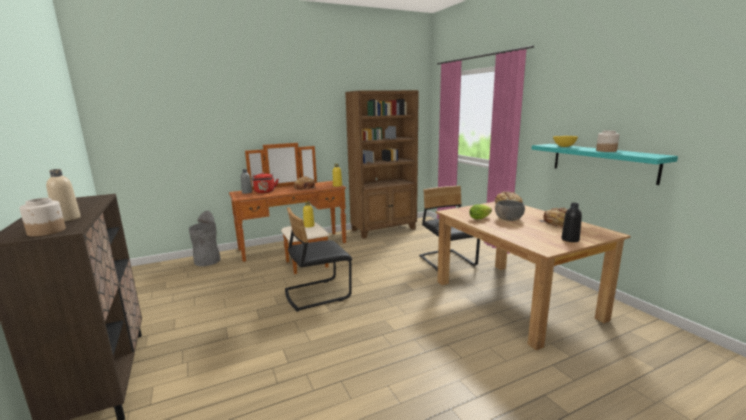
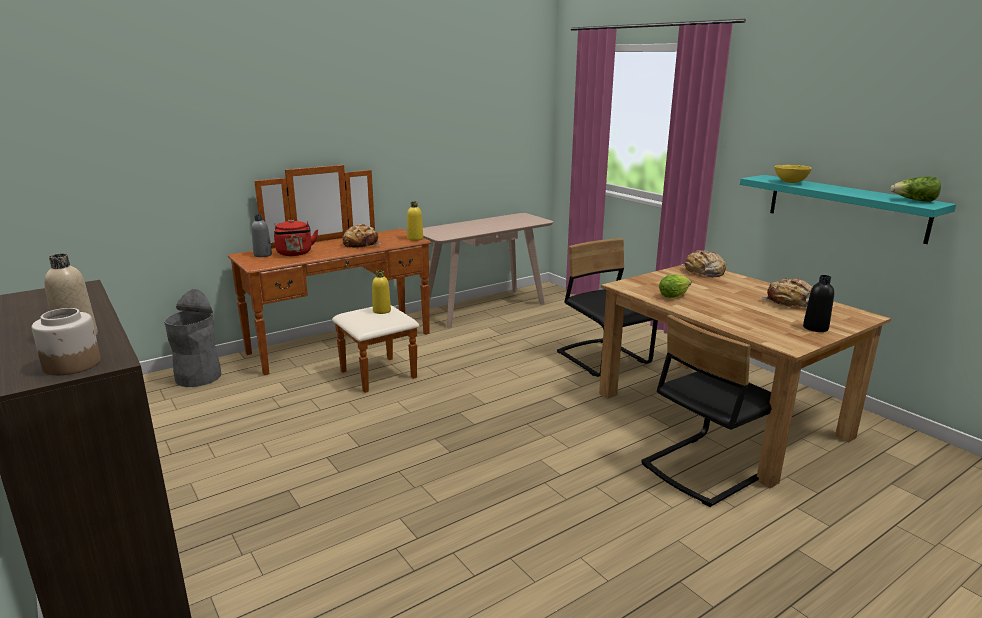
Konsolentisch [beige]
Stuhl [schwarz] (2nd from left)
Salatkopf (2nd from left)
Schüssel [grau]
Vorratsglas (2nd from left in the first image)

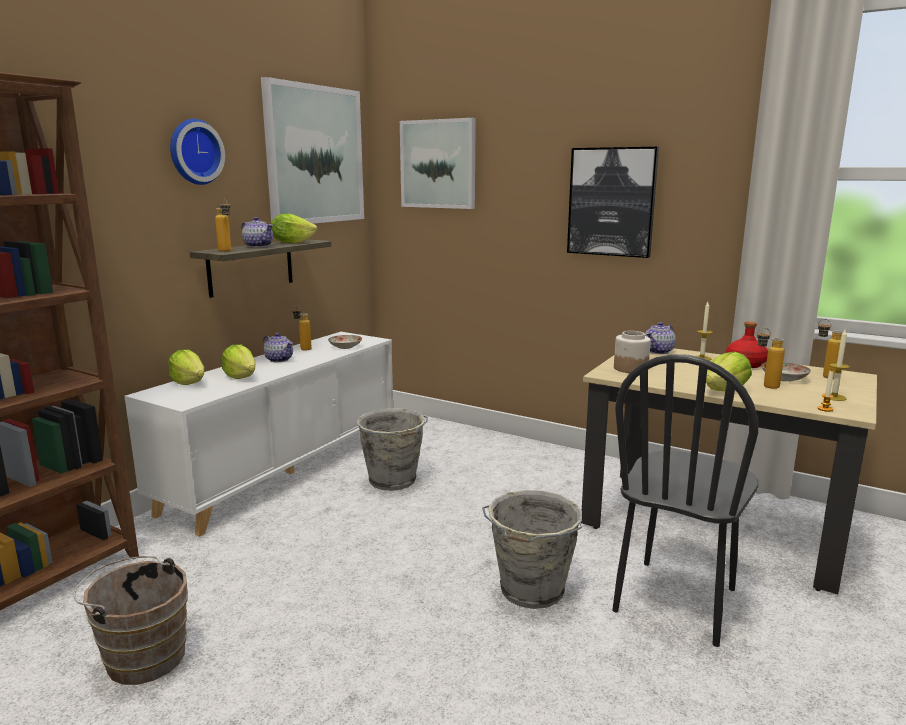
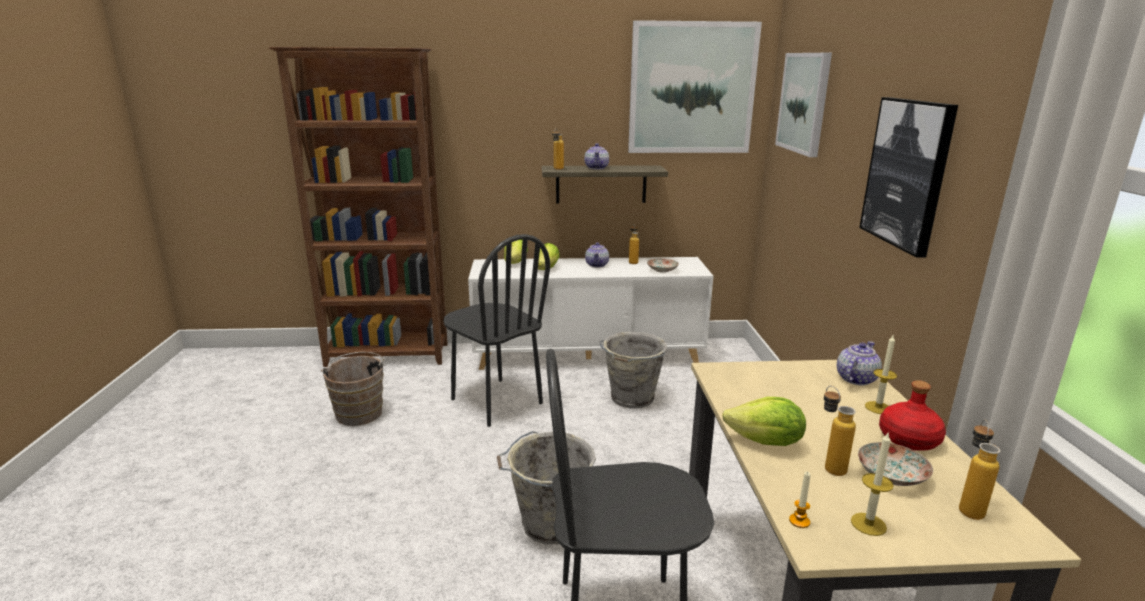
Stuhl [schwarz] (1st from left)
Teekanne (3rd from left)
Wanduhr
Salatkopf (3rd from left in the first image)
Vorratsglas

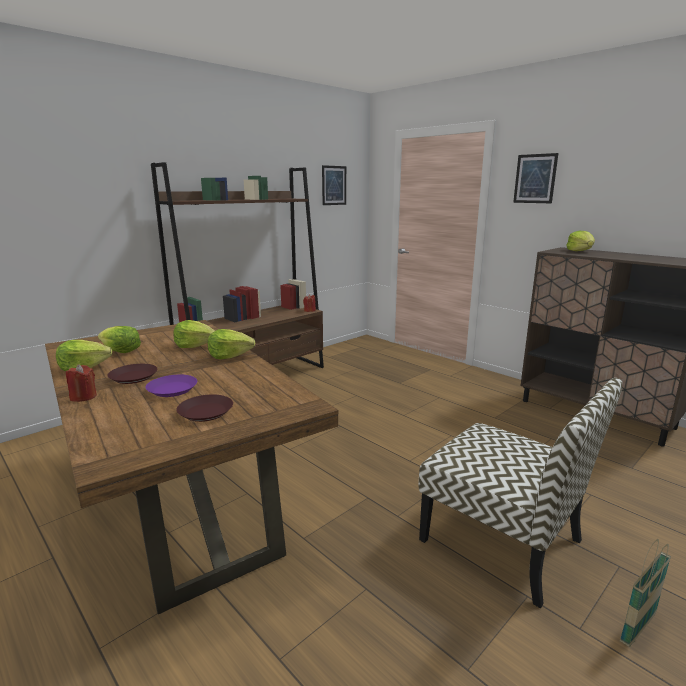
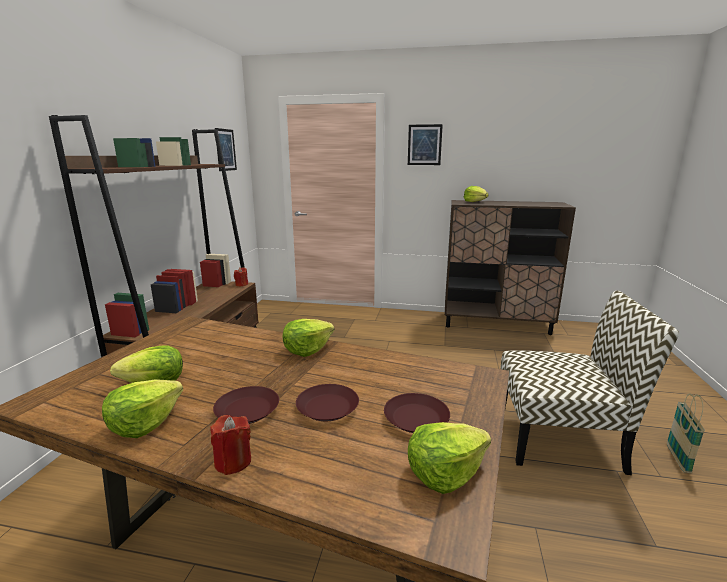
Teller [braun] (2nd from left)
Salatkopf (4th from left)

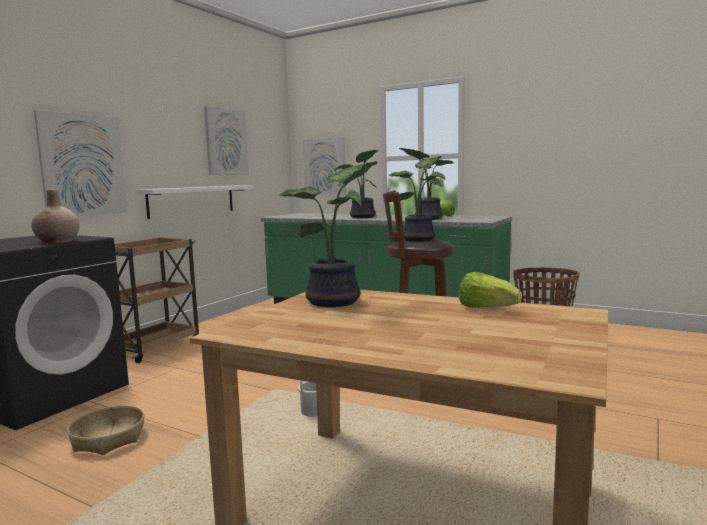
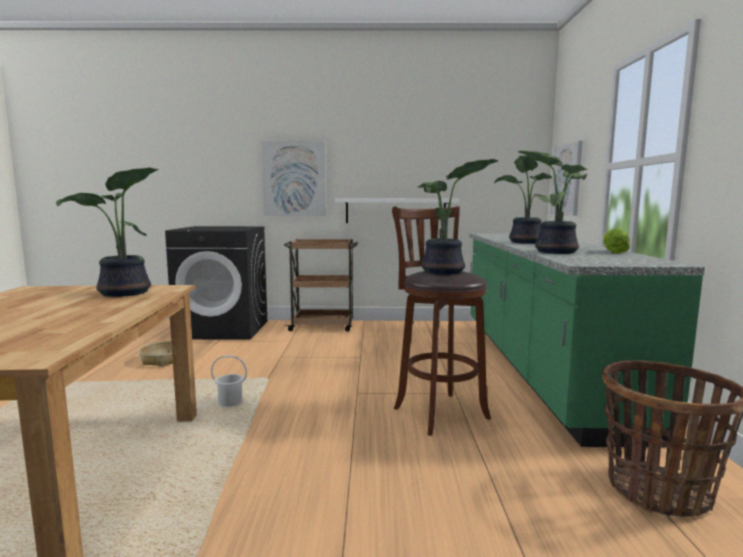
Vase [beige]
Bild (2nd from left in the first image)
Salatkopf (2nd from left in the first image)

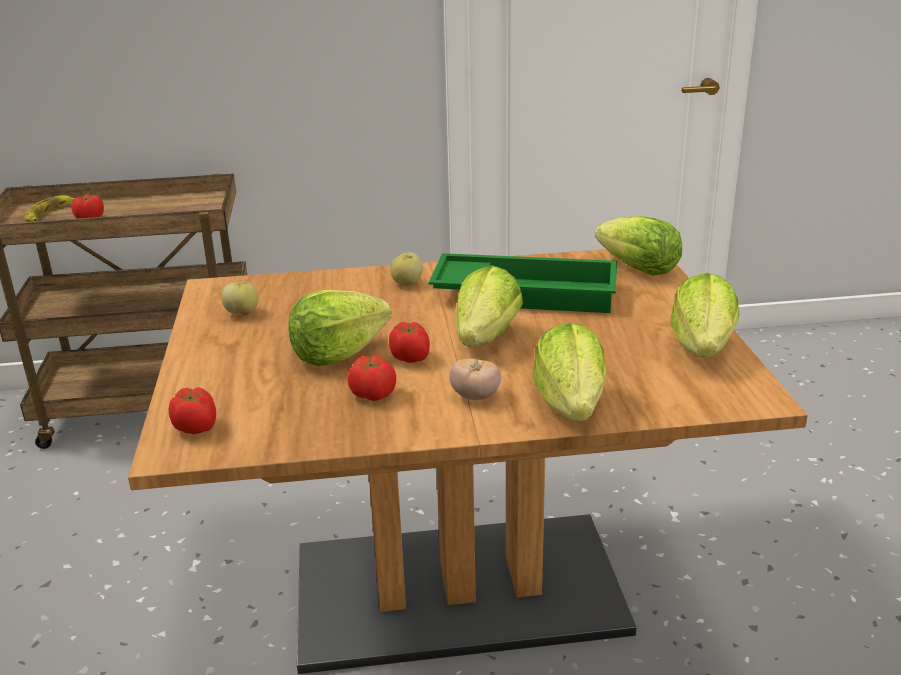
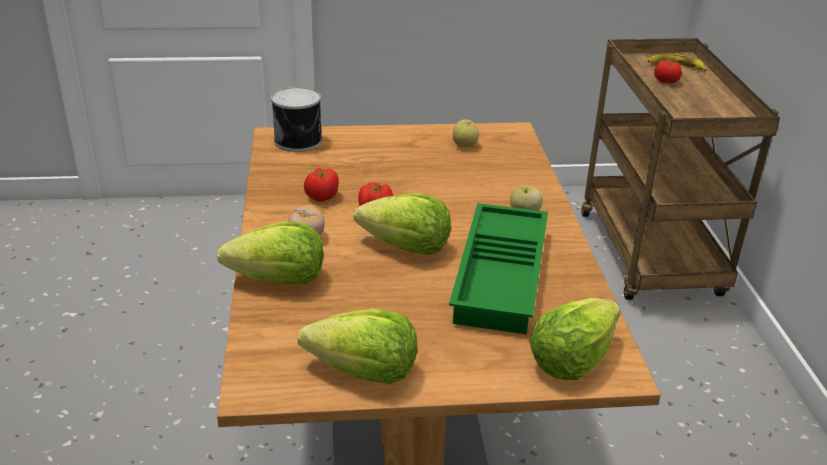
Dose
Salatkopf (1st from left in the first image)

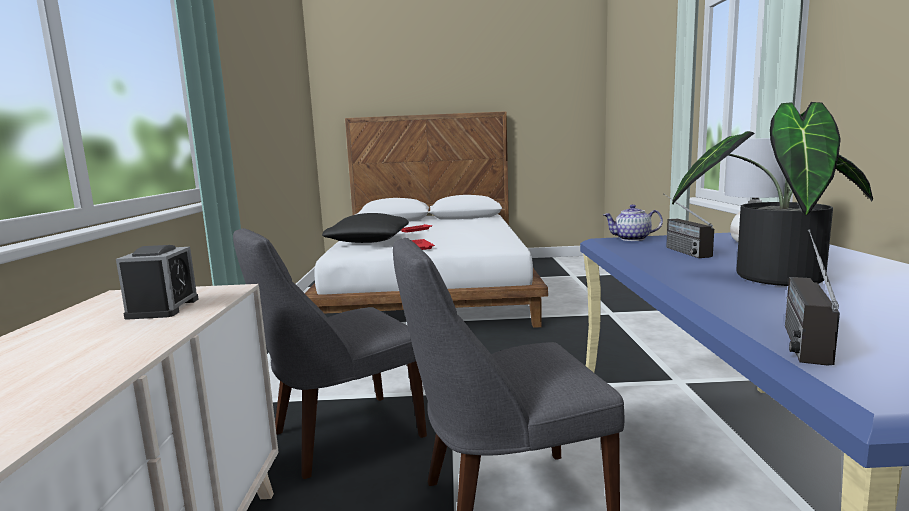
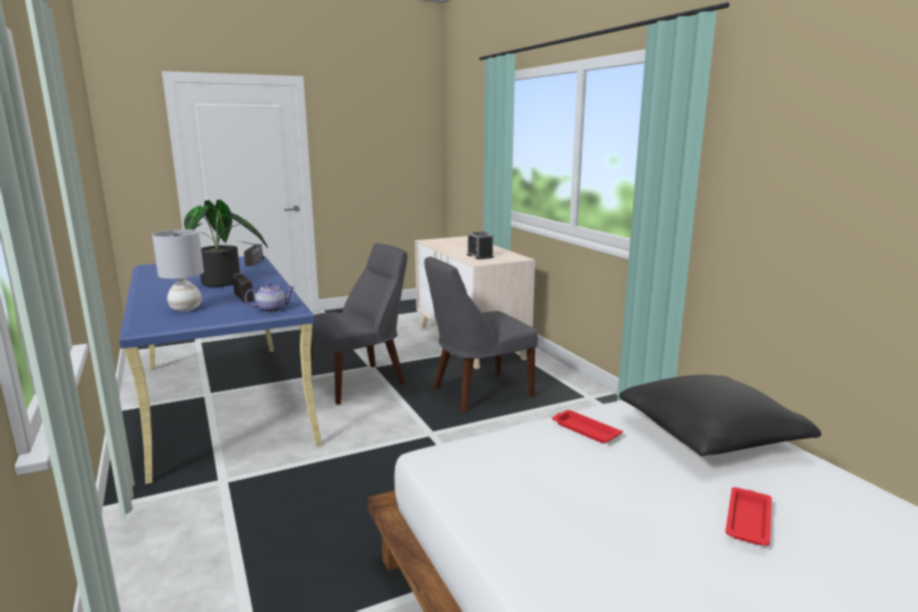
Stuhl [grau] (2nd from left)

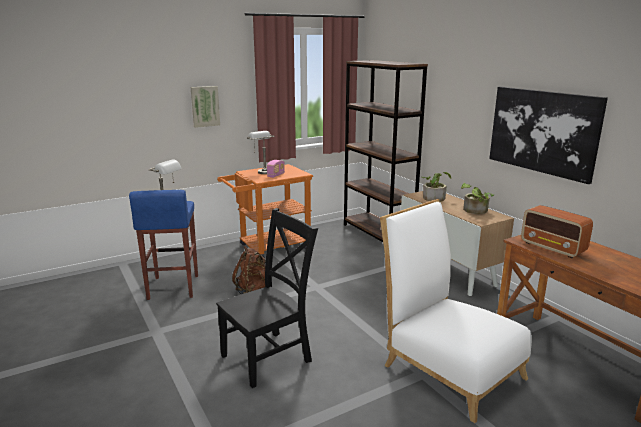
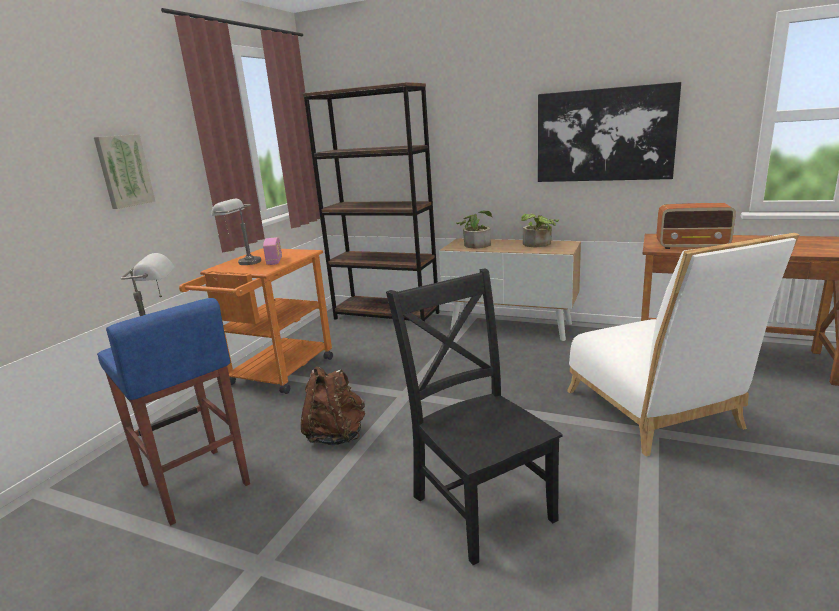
Stuhl [schwarz]
Stuhl [weiß]

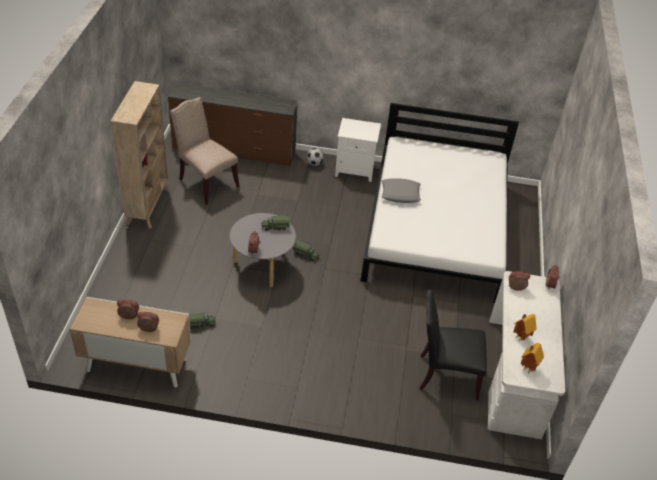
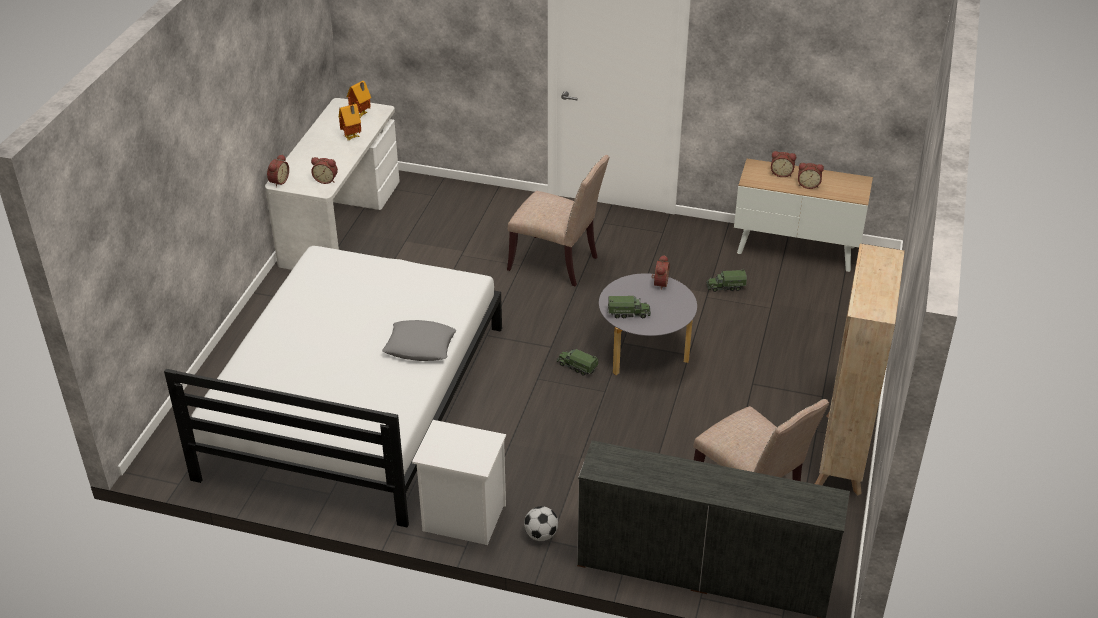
Stuhl [beige] (1st from left)
Stuhl [schwarz]

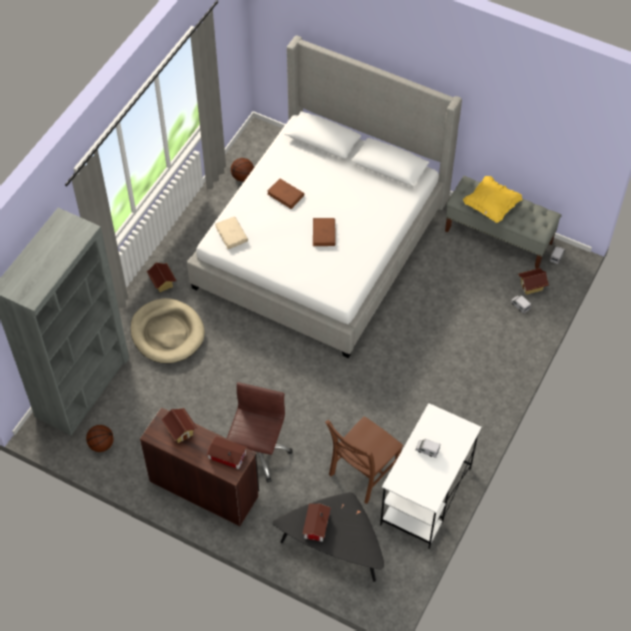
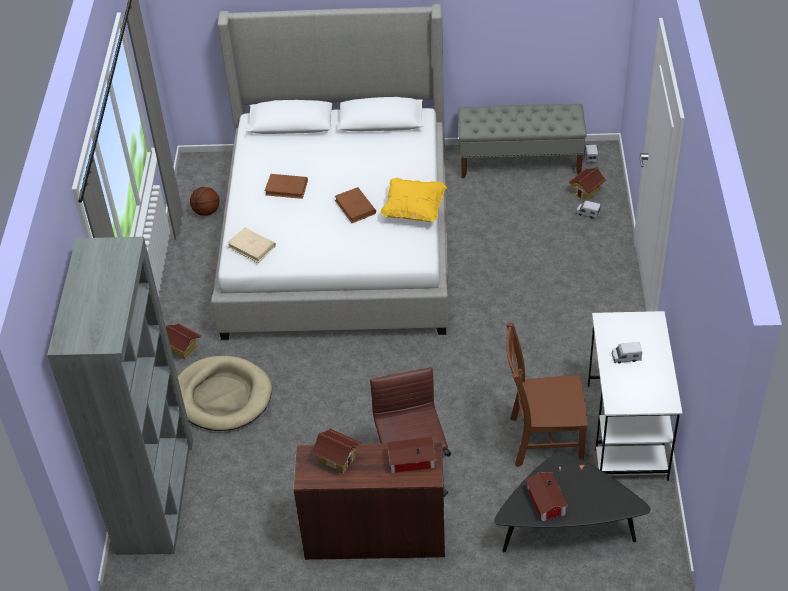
Kissen [gelb]
Stuhl [braun]
Basketball (1st from left in the first image)

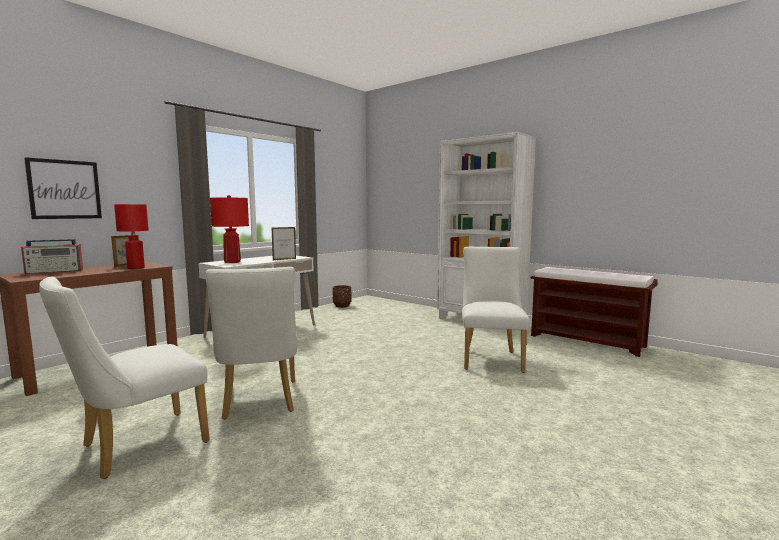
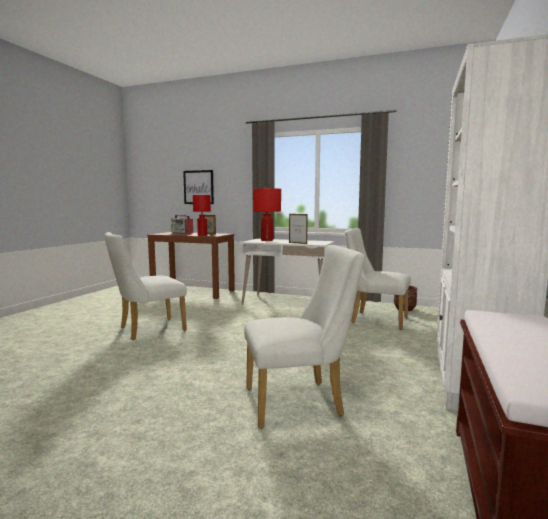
Stuhl [weiß] (3rd from left)

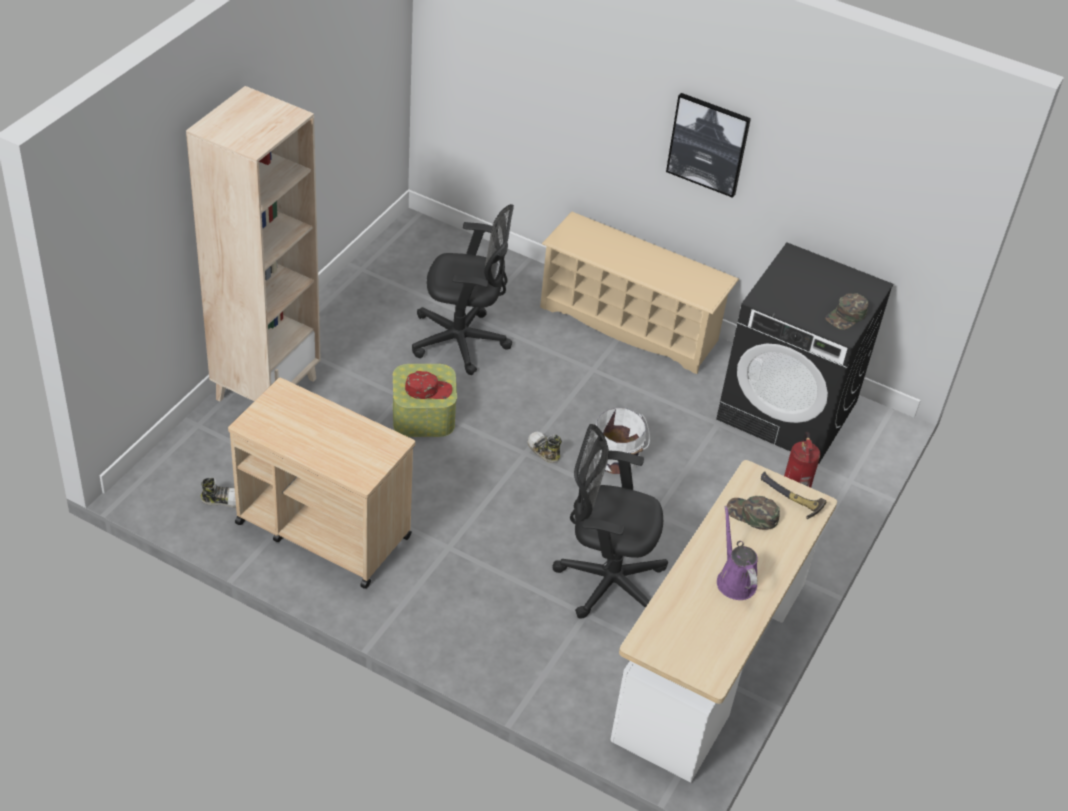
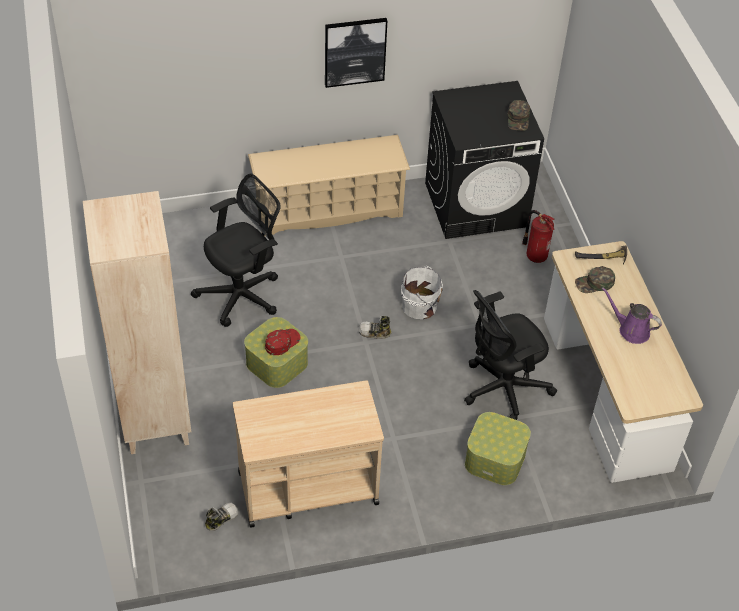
Aufbewahrungsbox (2nd from left)

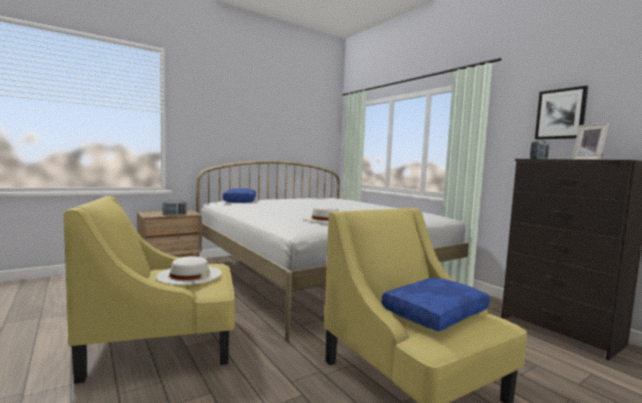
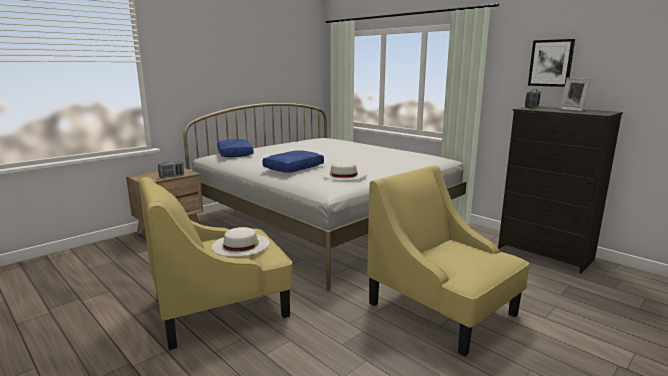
Kissen [blau] (2nd from left)

